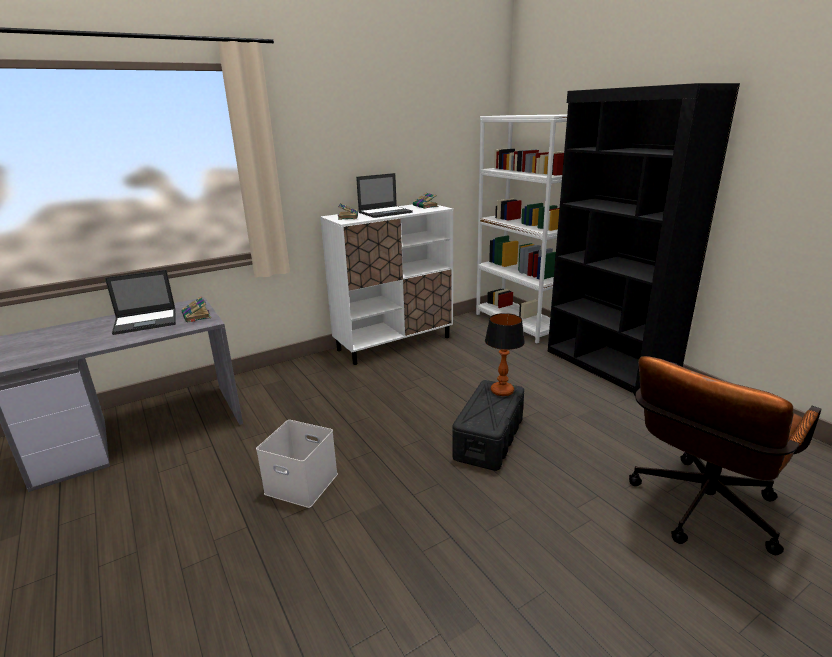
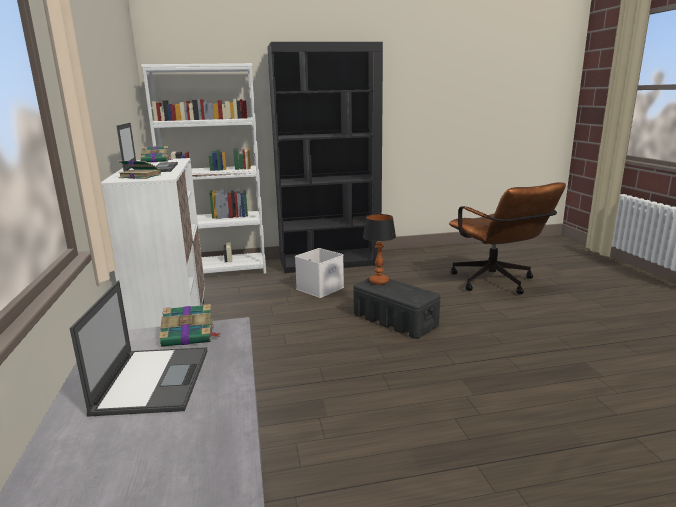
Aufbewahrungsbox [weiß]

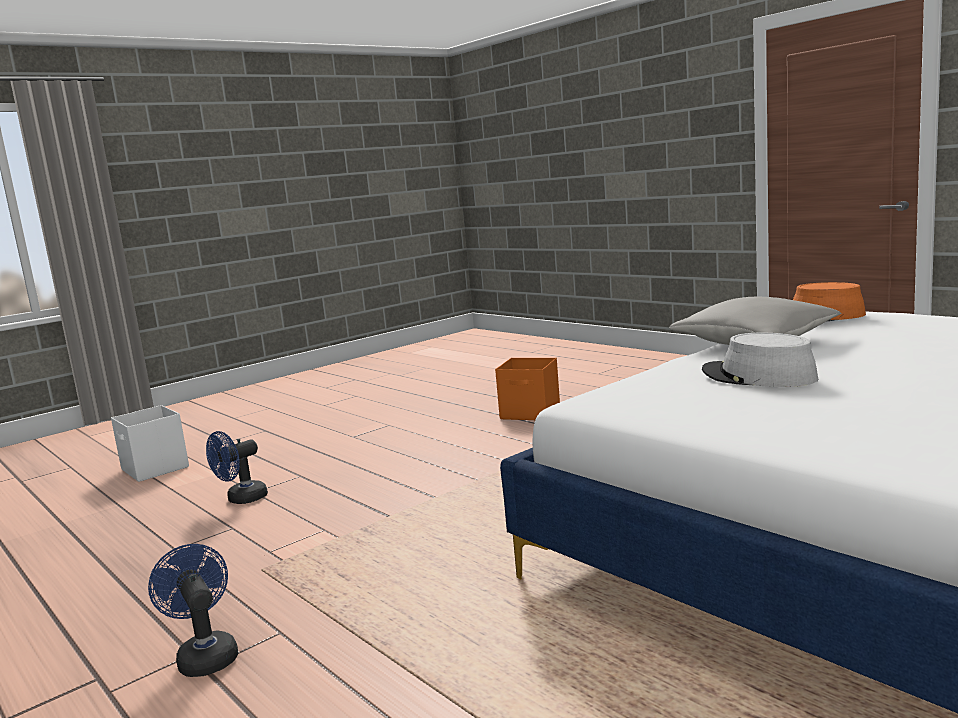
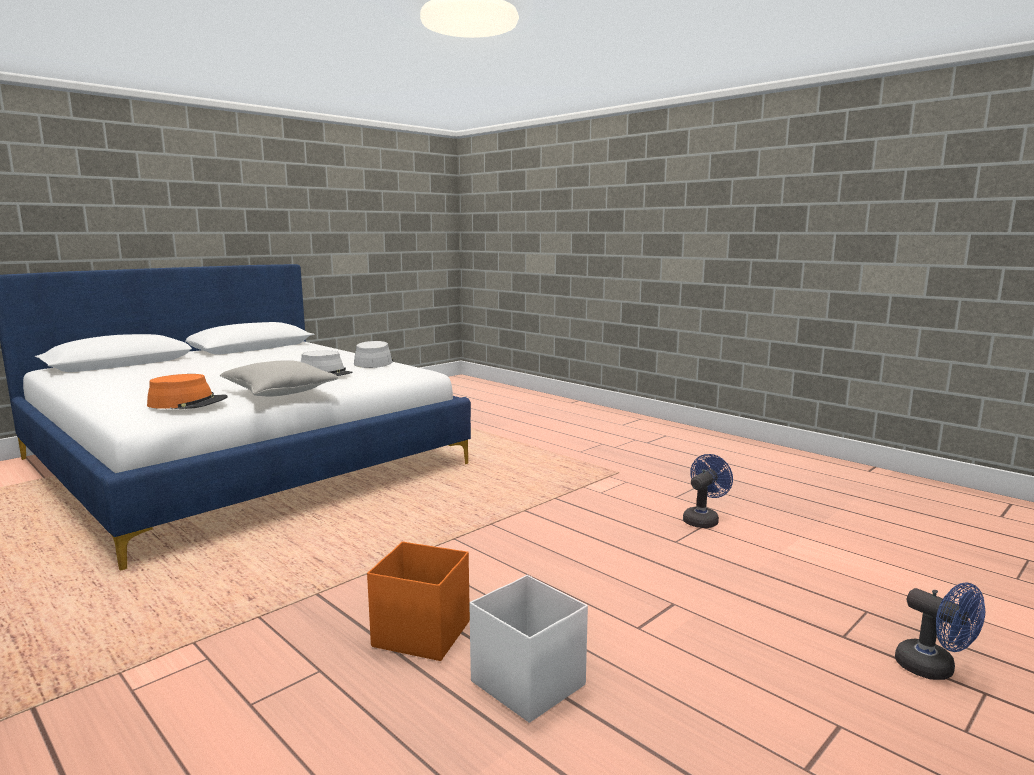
Hut [grau] (2nd from left)
Aufbewahrungsbox [weiß]
Ventilator [blau] (2nd from left)

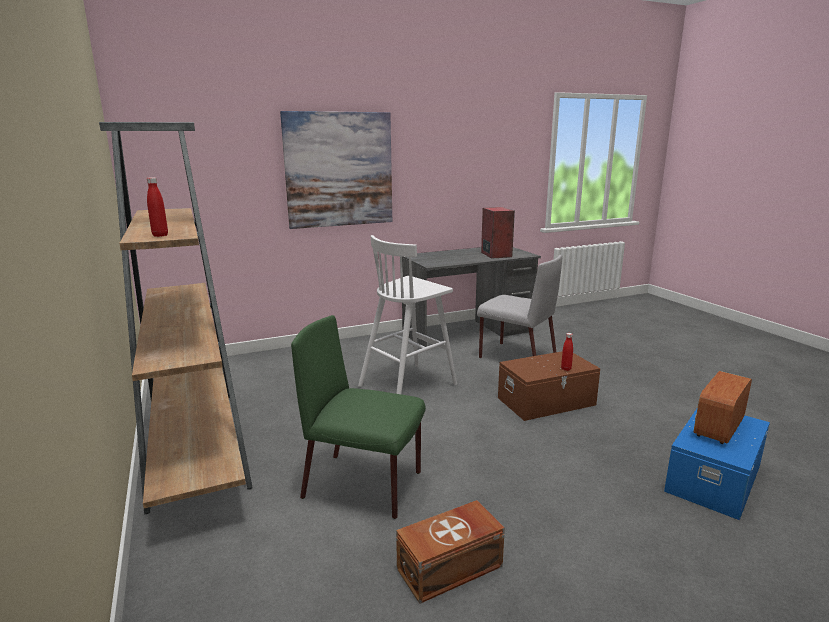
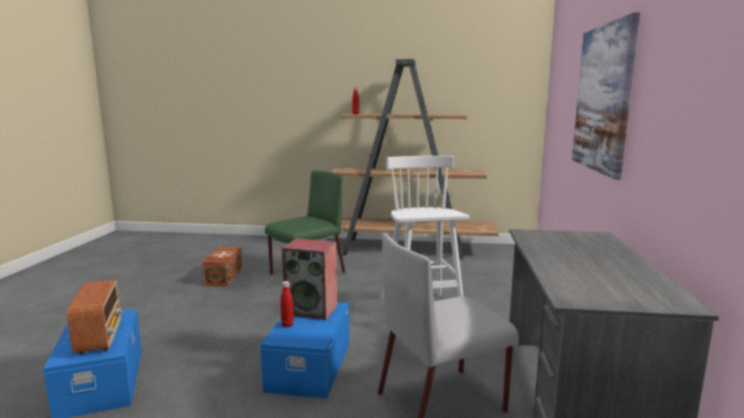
Aufbewahrungsbox [blau] (2nd from left)
Lautsprecher

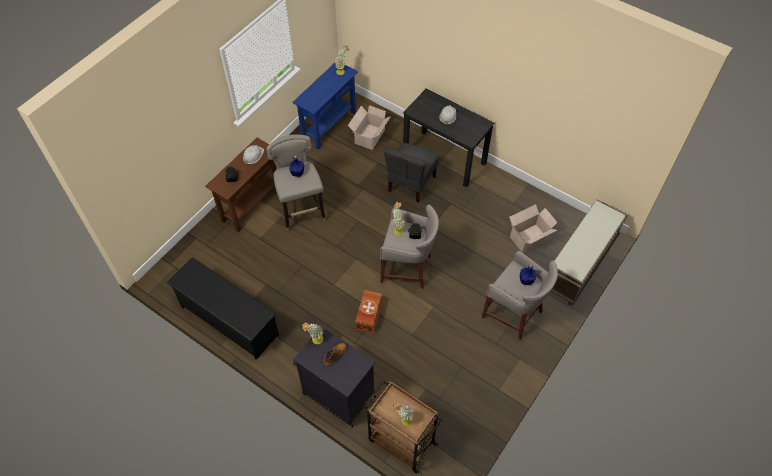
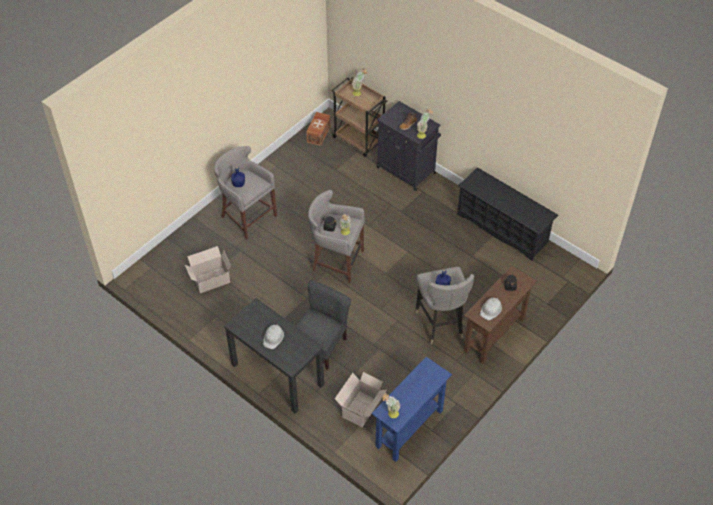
Aufbewahrungsbox [braun]
Bank [braun]

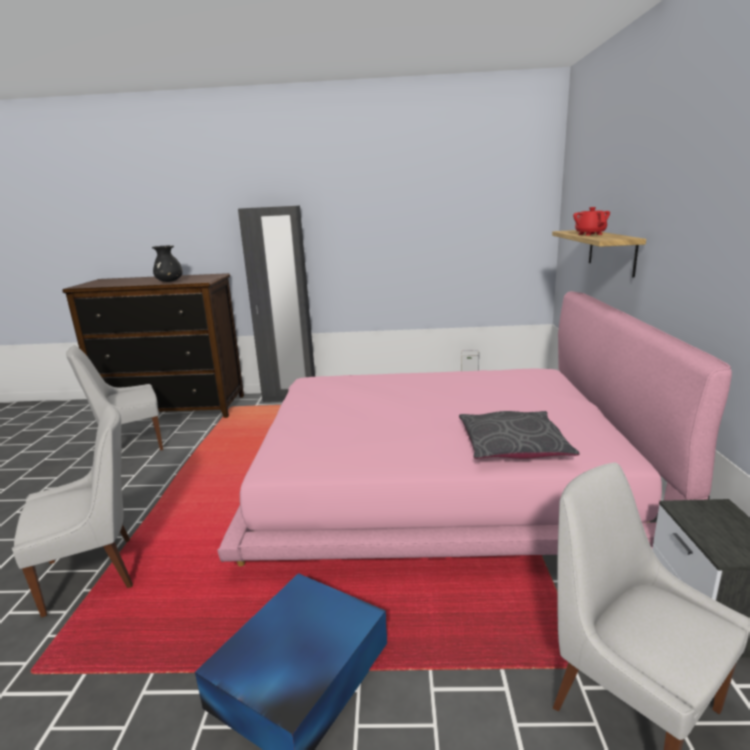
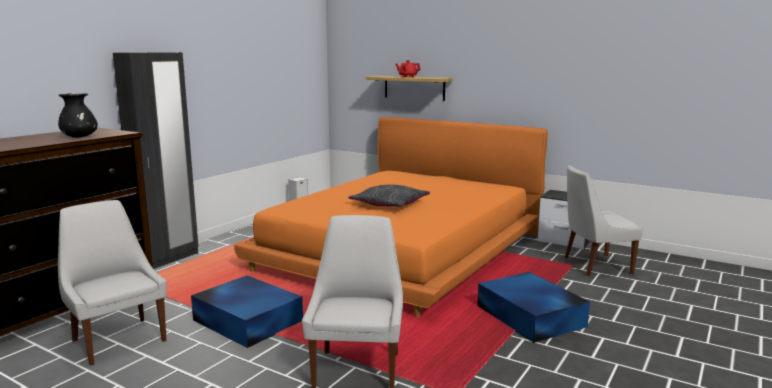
Stuhl [weiß] (1st from left)
Aufbewahrungsbox [blau] (1st from left)
Bett [orange]
Kissen [grau]

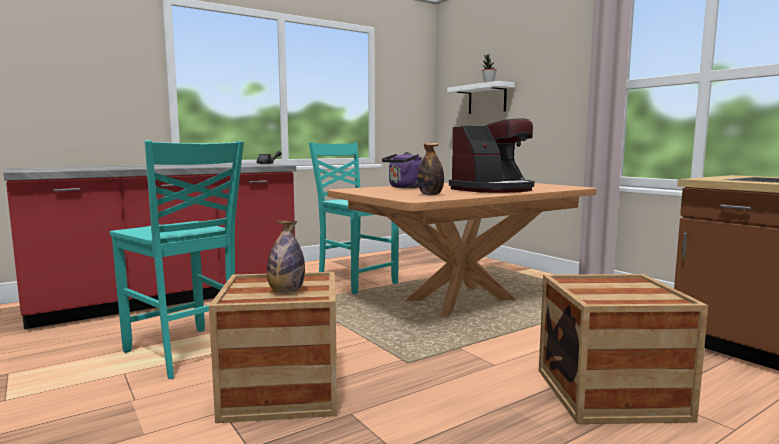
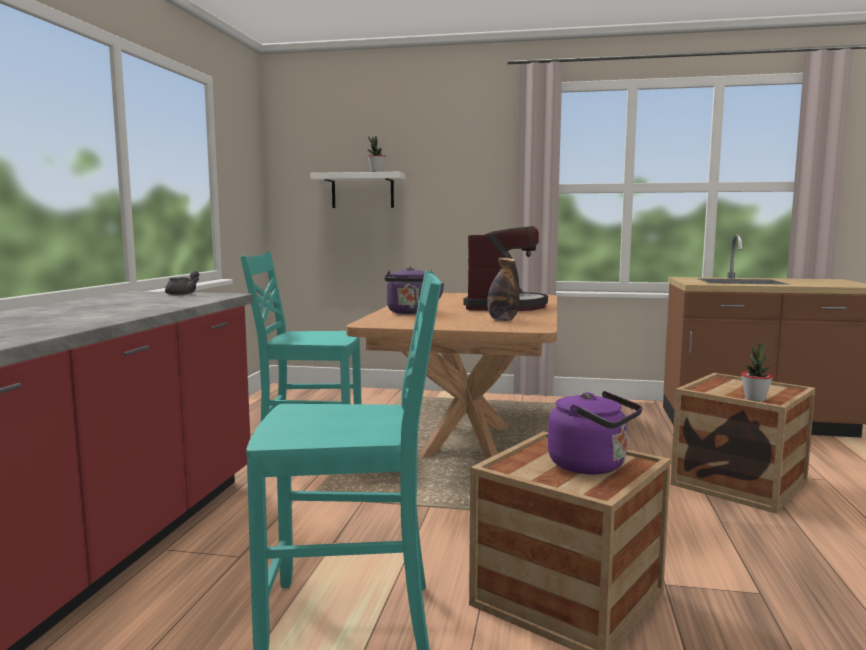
Wasserkessel [lila] (2nd from left)
Topfpflanze (2nd from left)

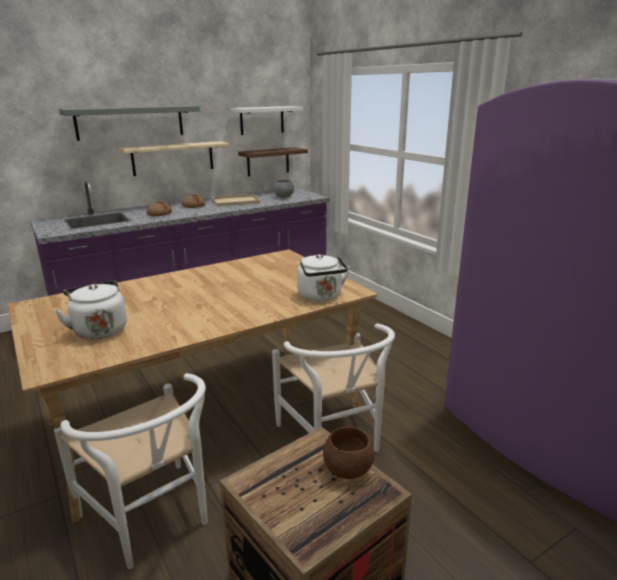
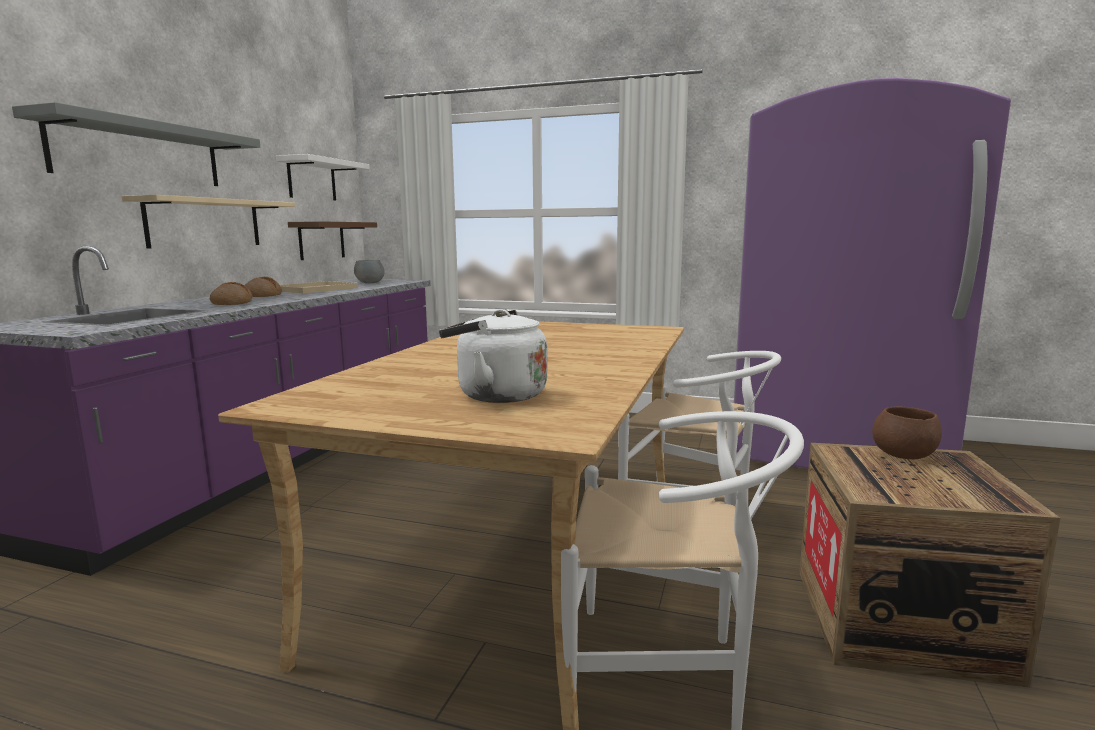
Wasserkessel [weiß] (2nd from left in the first image)

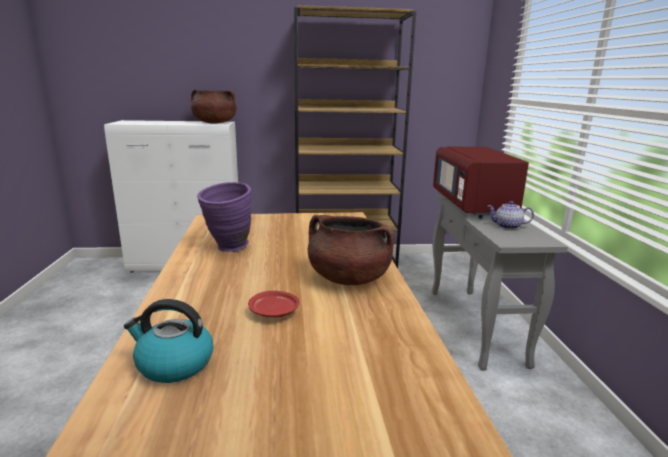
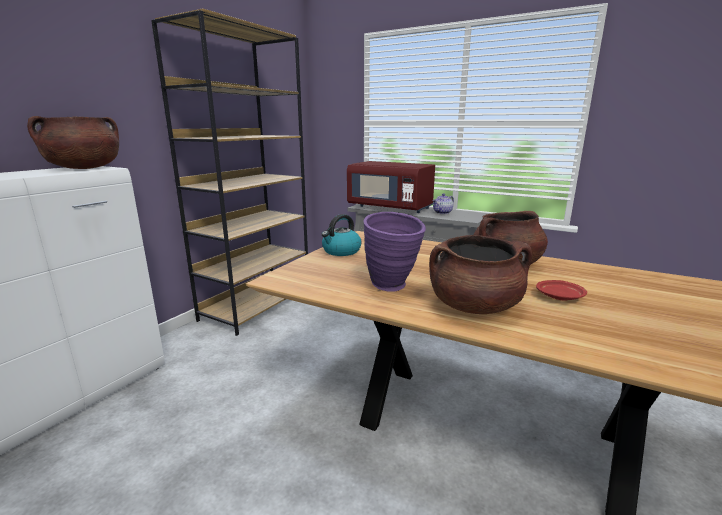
Wasserkessel
Kochtopf [braun] (2nd from left)

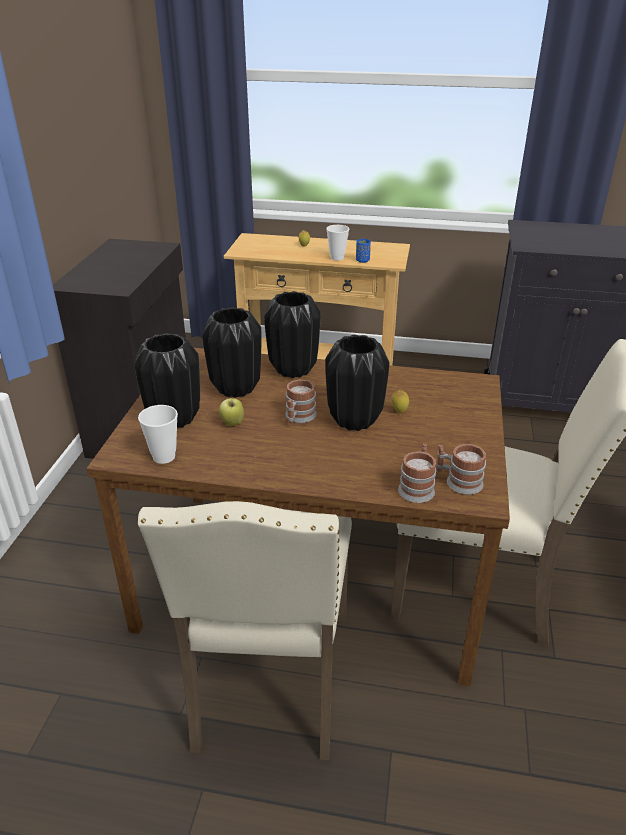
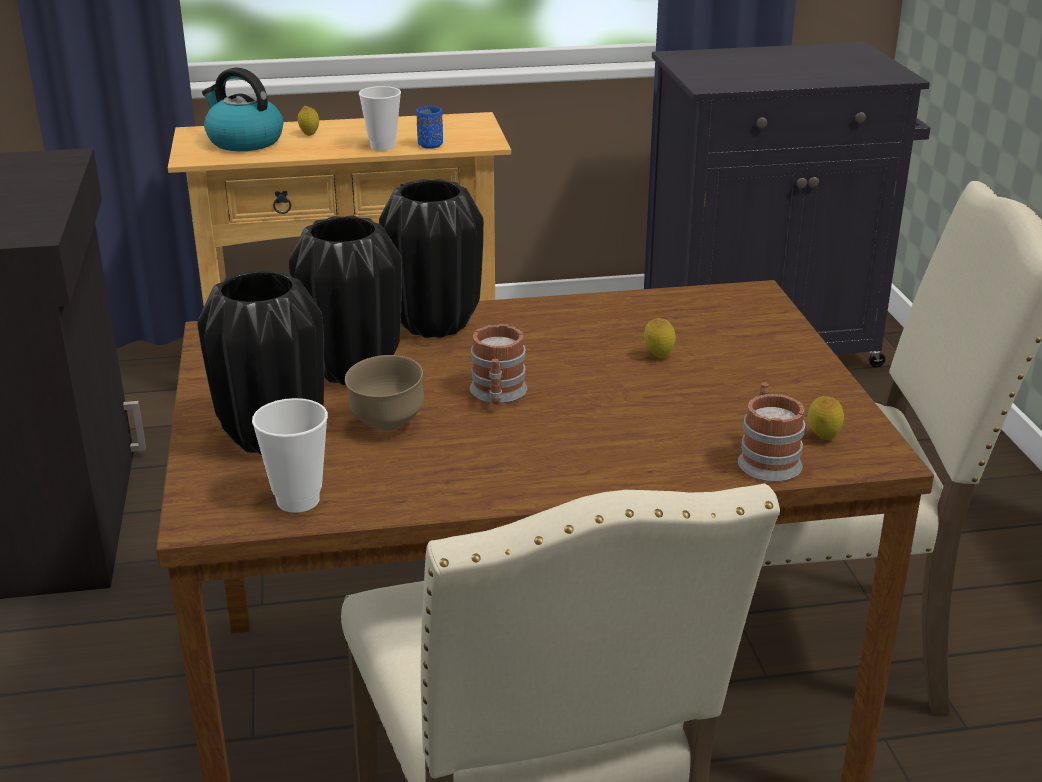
Wasserkessel
Schüssel [braun]
Zitrone (3rd from left)
Vase [schwarz] (4th from left in the first image)

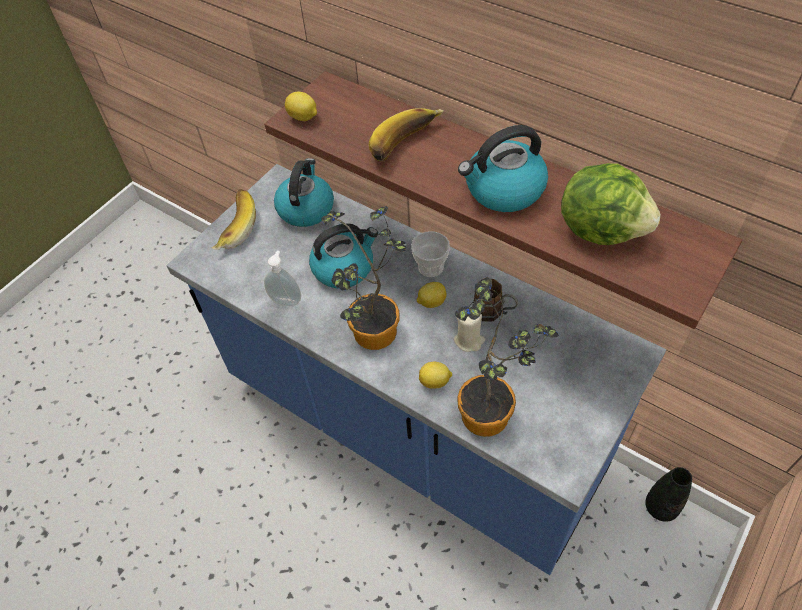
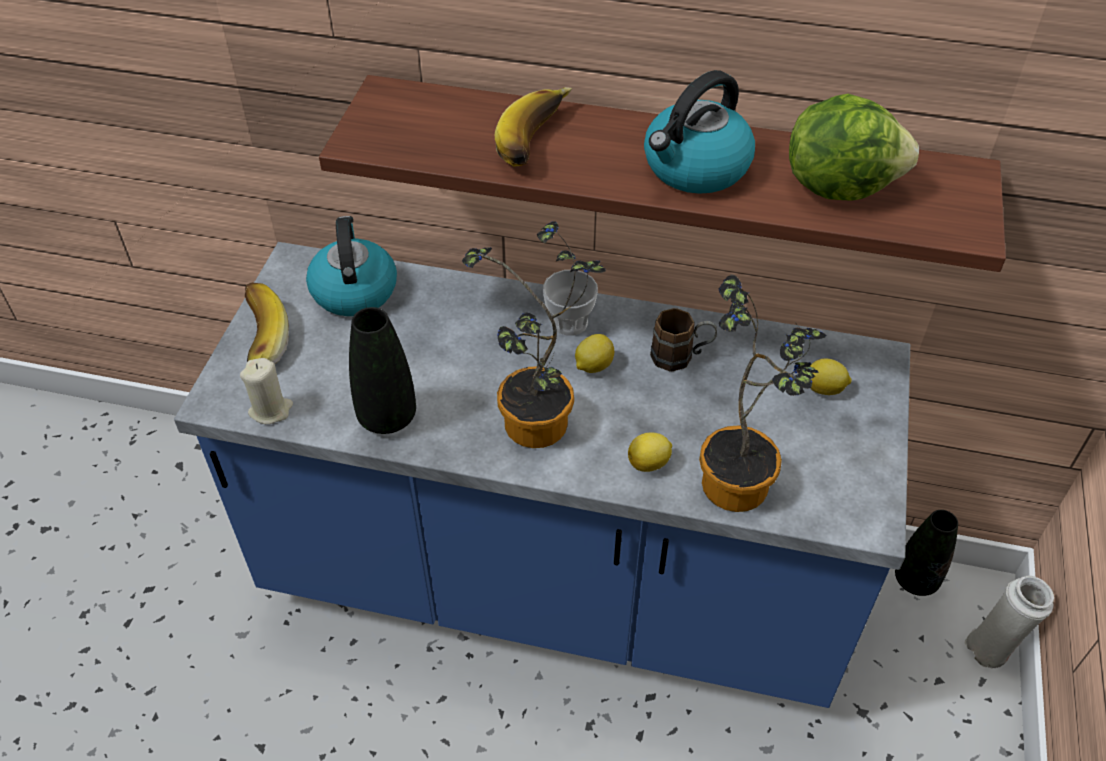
Kerze [beige]
Vase [schwarz] (1st from left)
Zitrone (3rd from left)
Vase [weiß]
Wasserkessel (2nd from left in the first image)

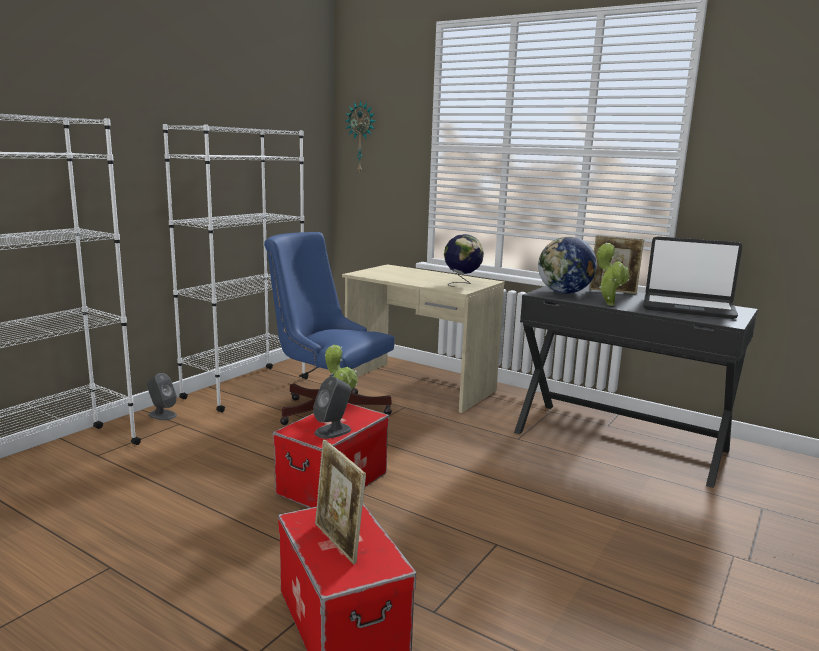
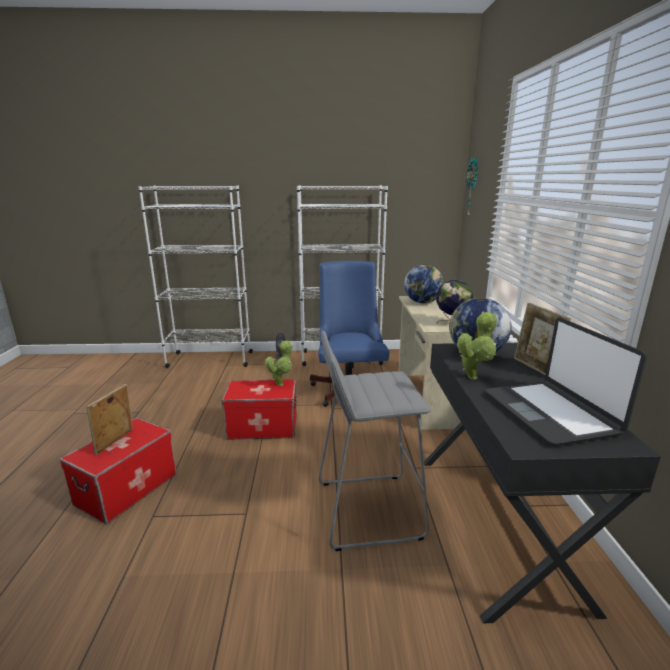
Hocker [grau]
Globus (1st from left)
Lautsprecher [grau] (2nd from left in the first image)

